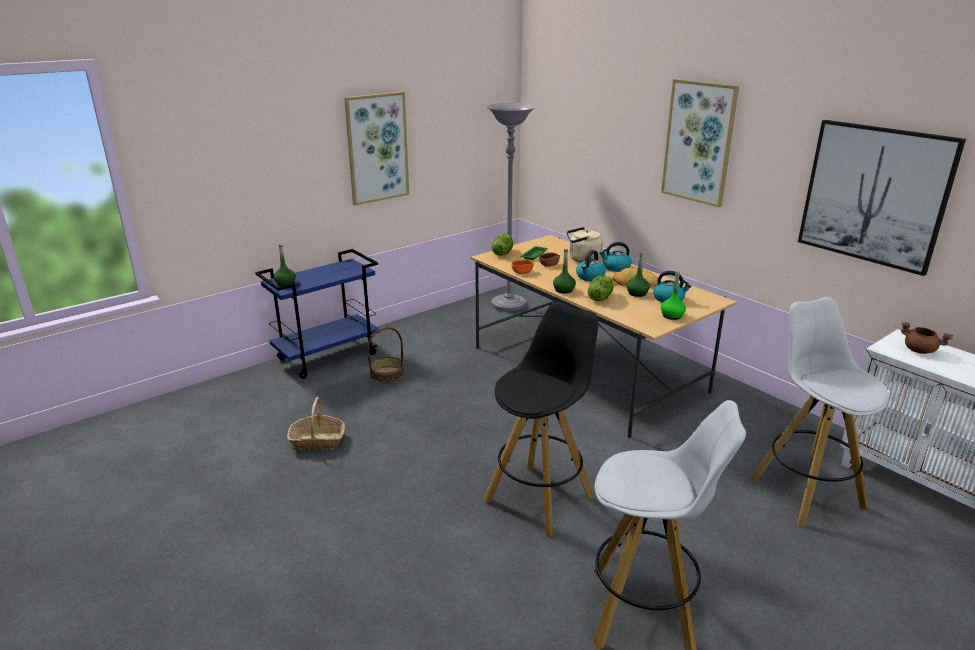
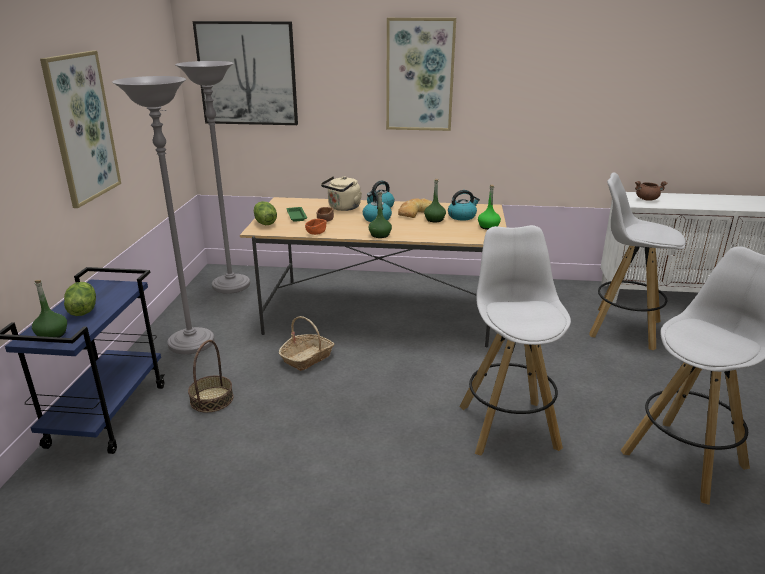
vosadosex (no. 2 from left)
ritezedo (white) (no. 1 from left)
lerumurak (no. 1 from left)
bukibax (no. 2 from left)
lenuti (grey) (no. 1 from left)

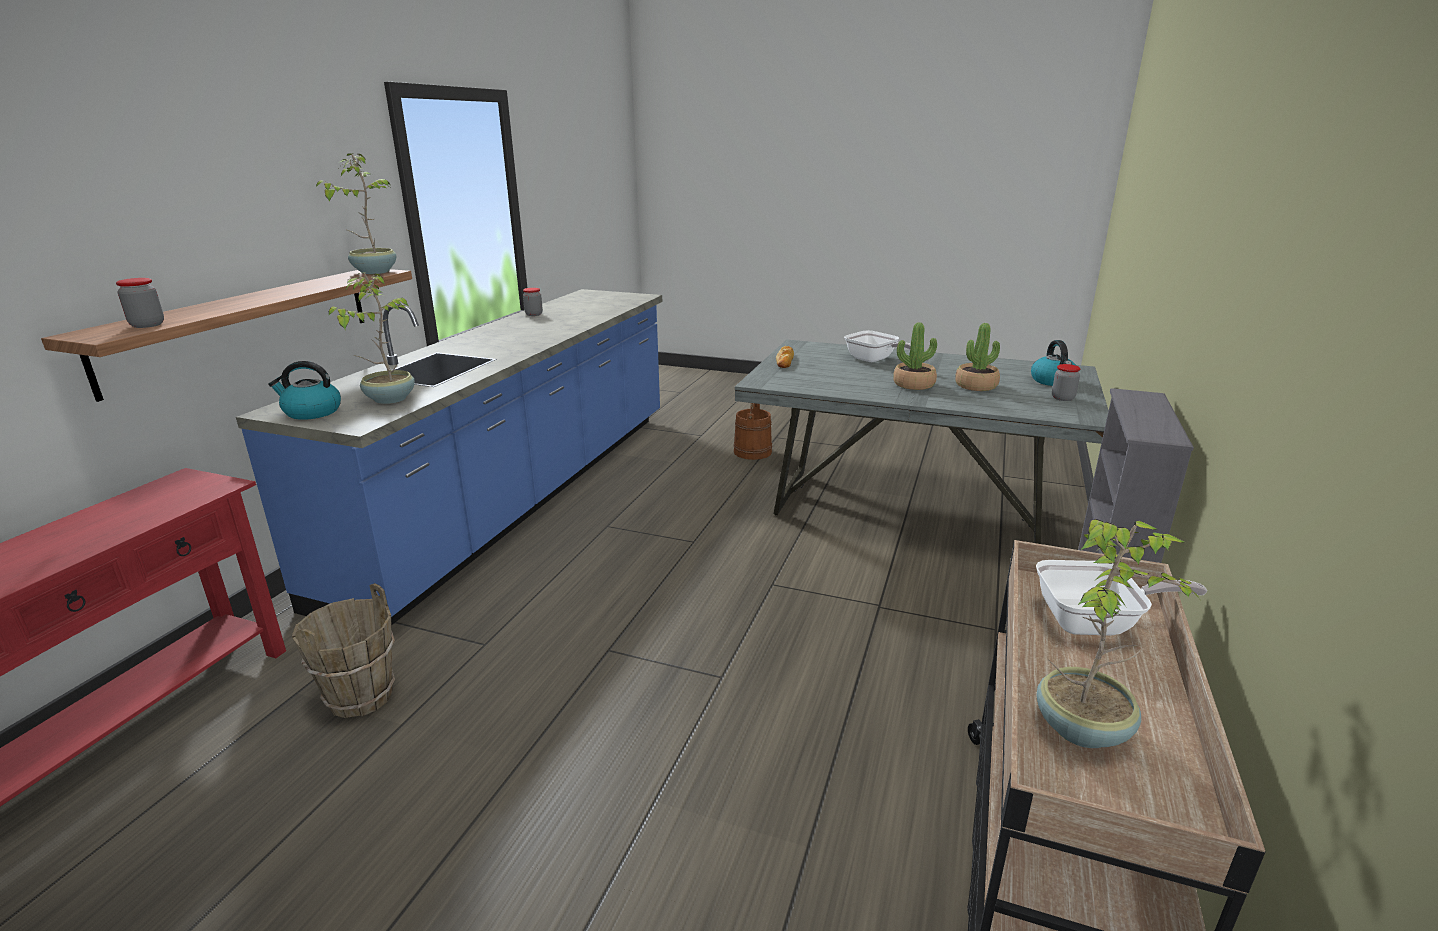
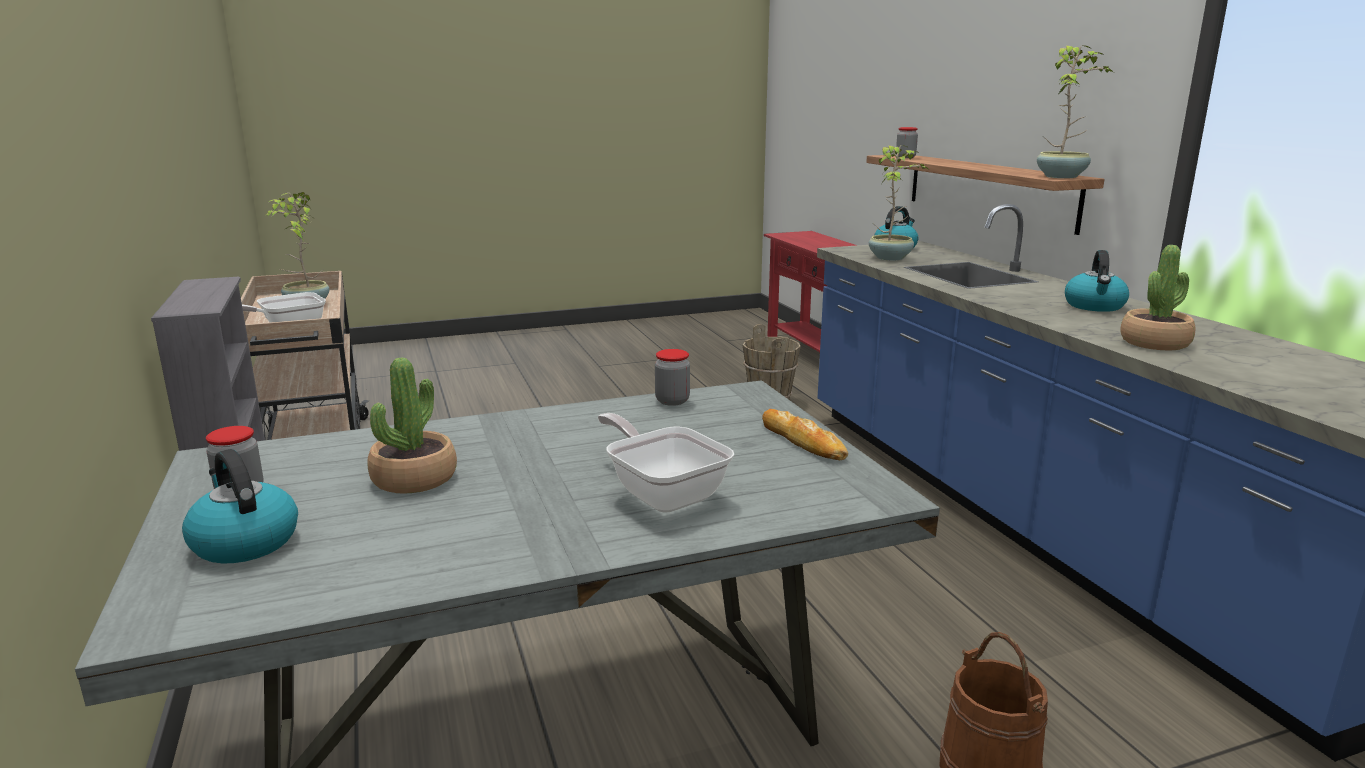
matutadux (no. 2 from left)
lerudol (no. 2 from left)
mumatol (no. 5 from left)
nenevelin (no. 3 from left)

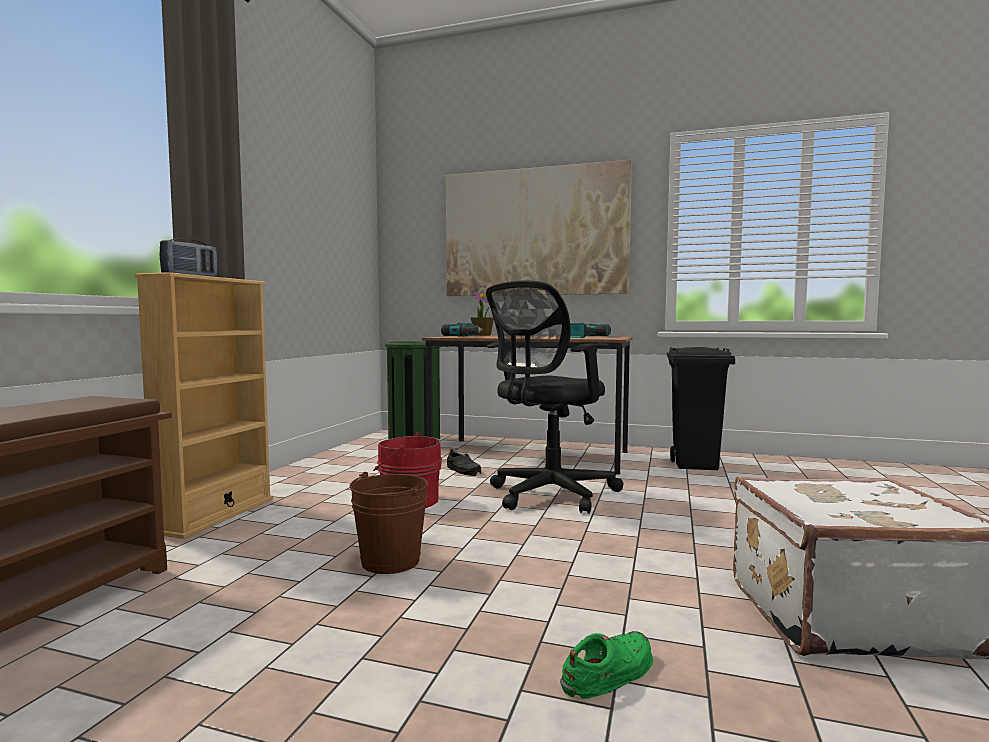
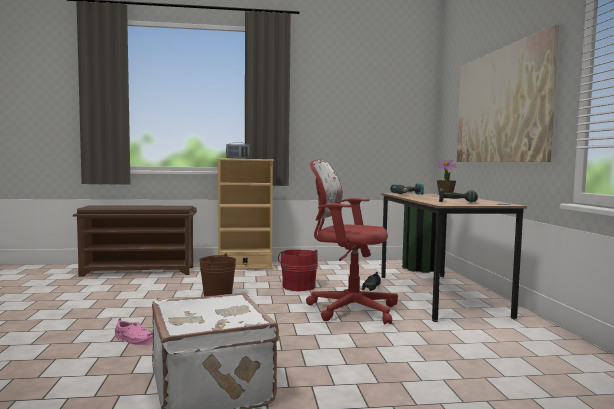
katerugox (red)
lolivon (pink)
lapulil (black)

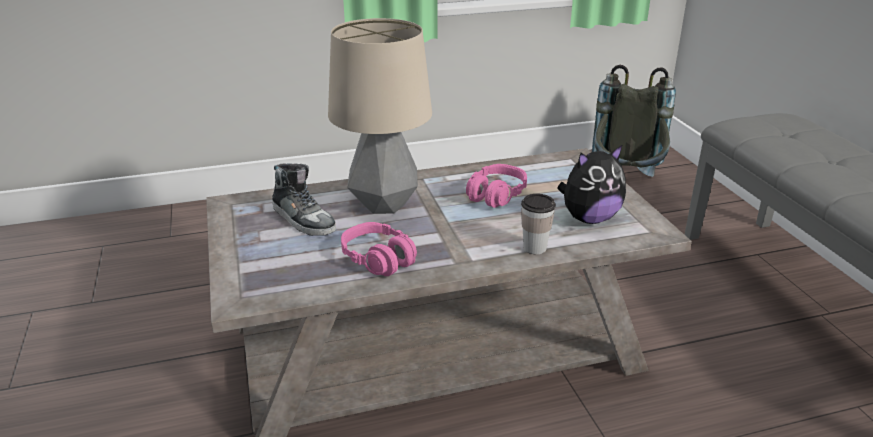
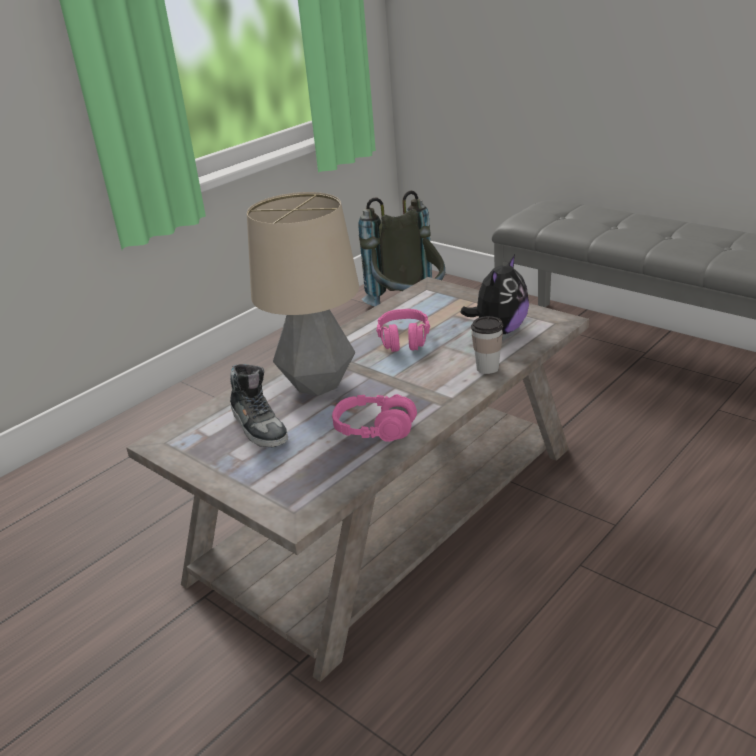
lolivon

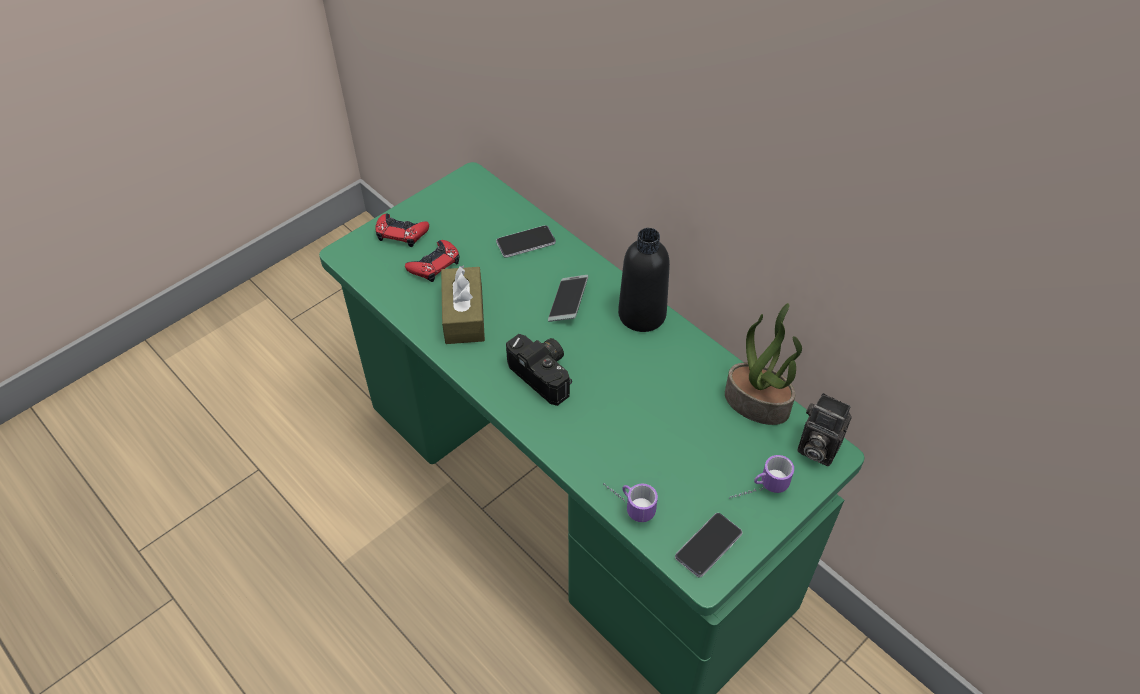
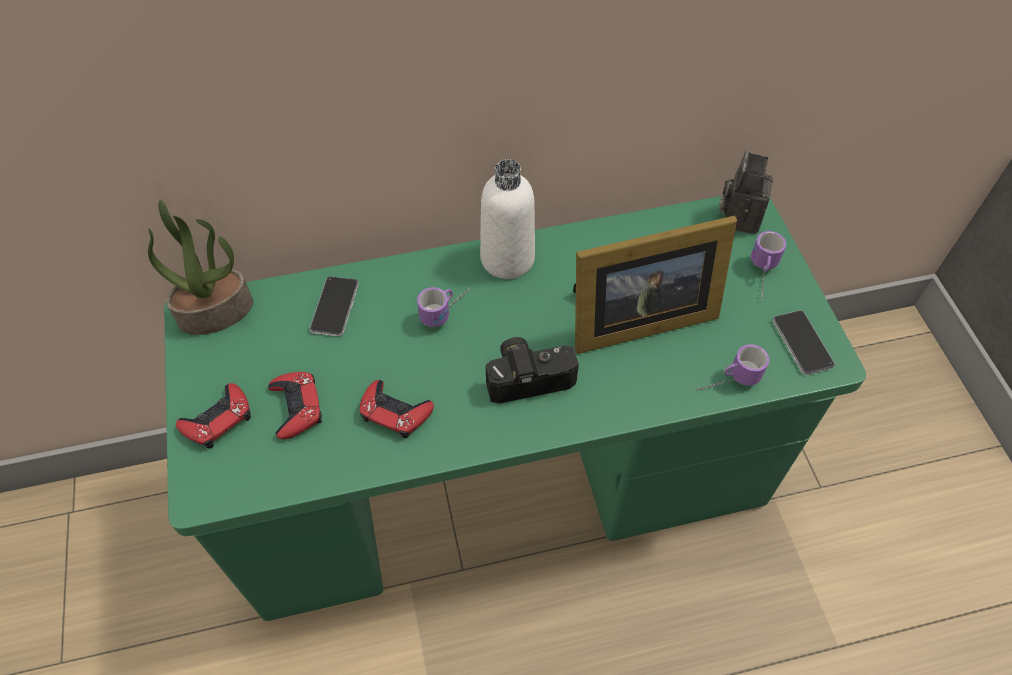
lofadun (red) (no. 3 from left)
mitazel (no. 1 from left)
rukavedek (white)
mumatol
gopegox (no. 2 from left)
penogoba

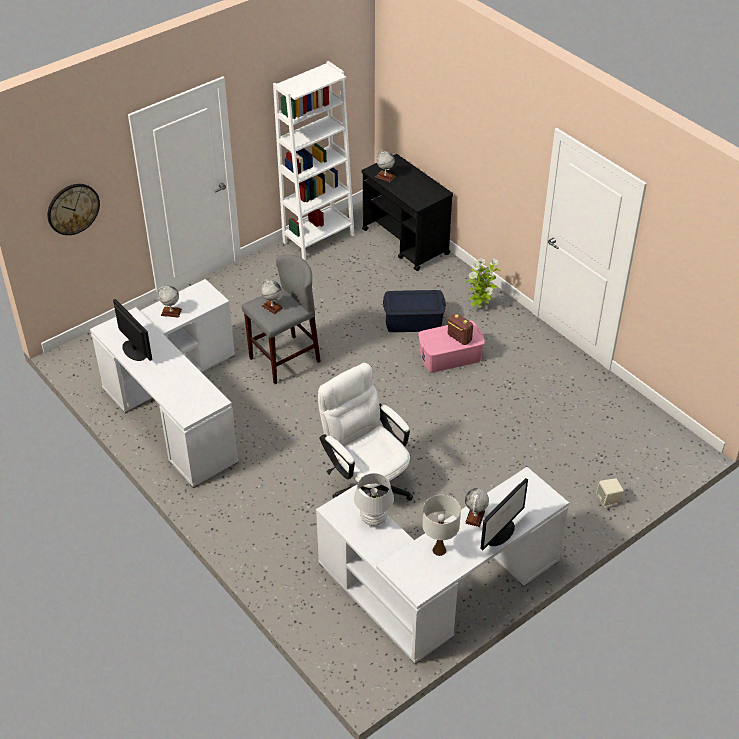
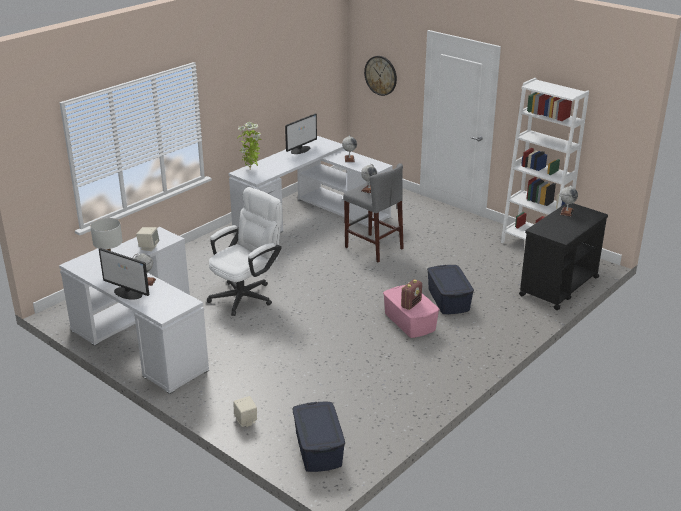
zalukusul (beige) (no. 1 from left)
mumatol
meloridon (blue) (no. 1 from left)

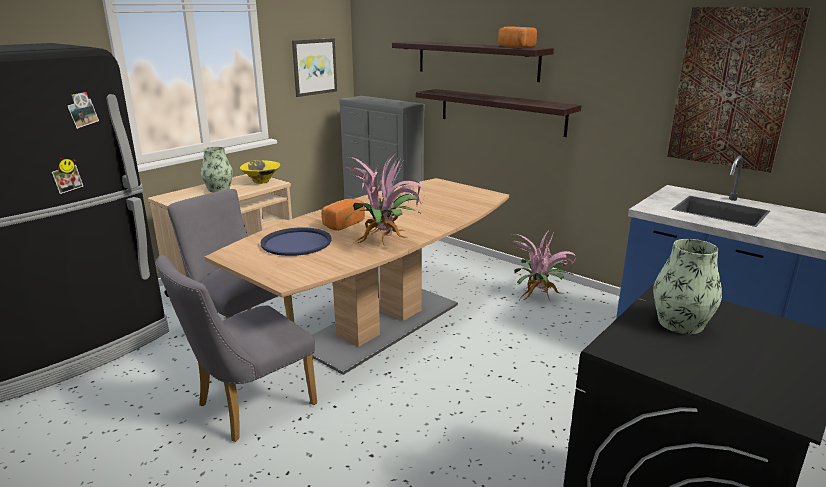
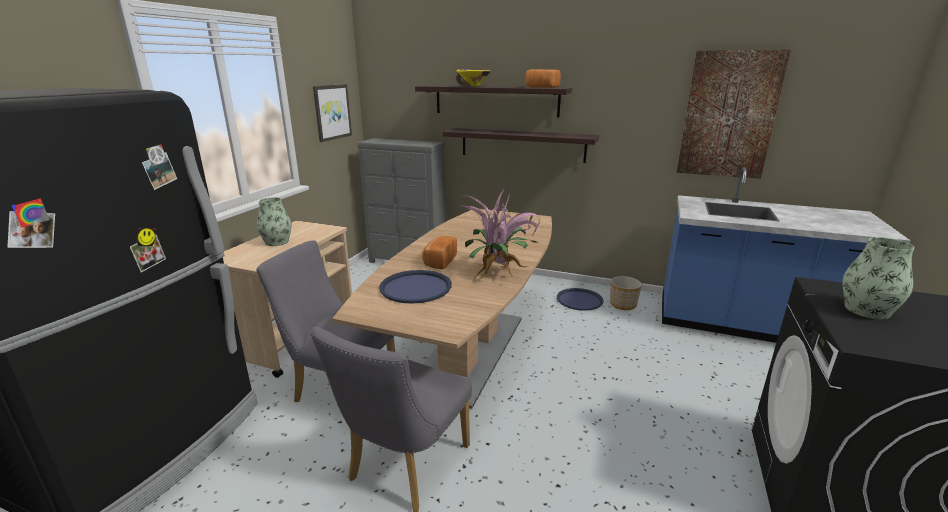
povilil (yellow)
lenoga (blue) (no. 2 from left)
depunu

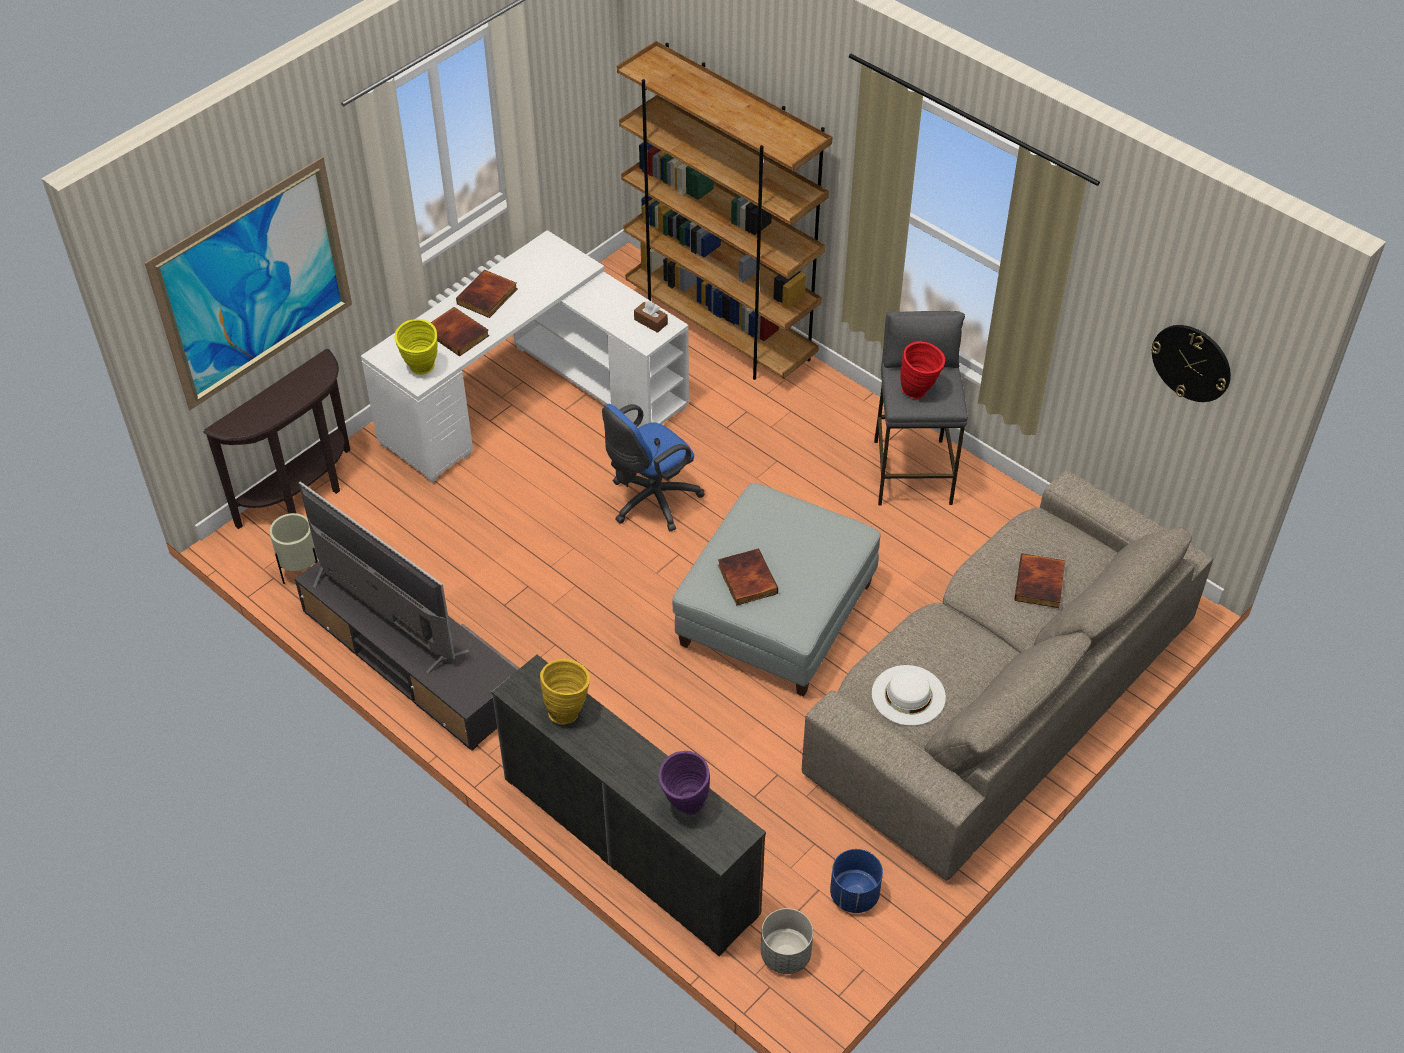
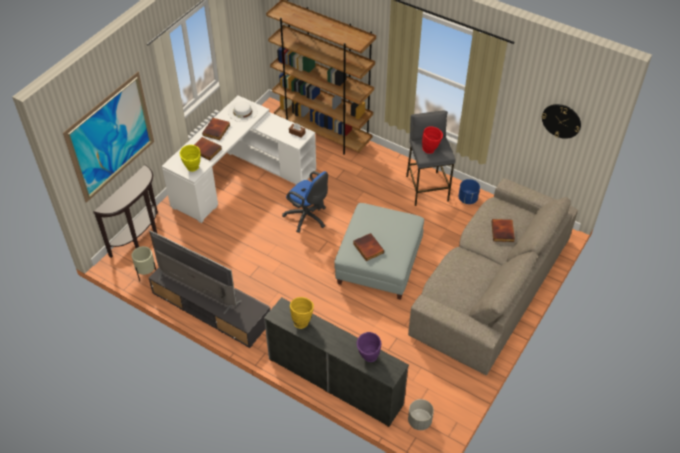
katerugox (blue)
depunu (blue)
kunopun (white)

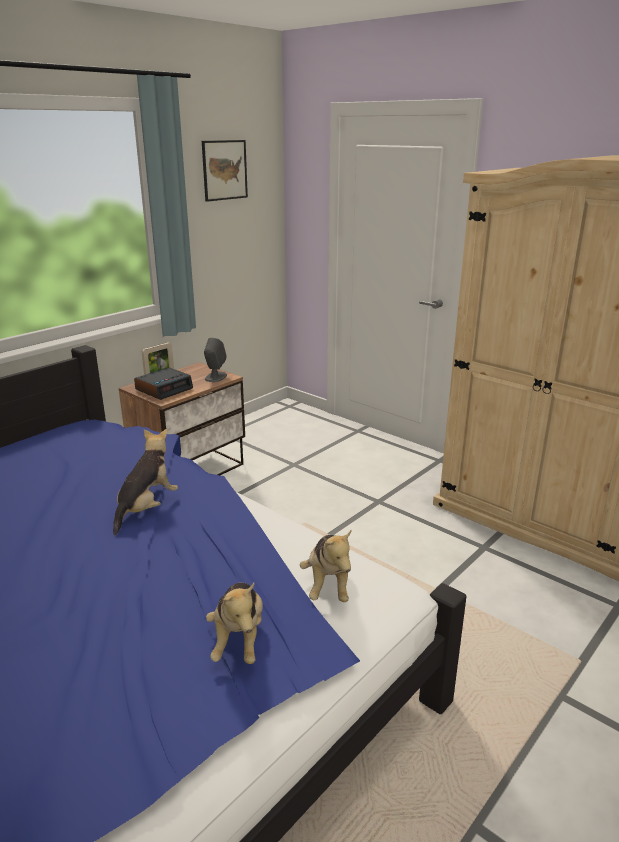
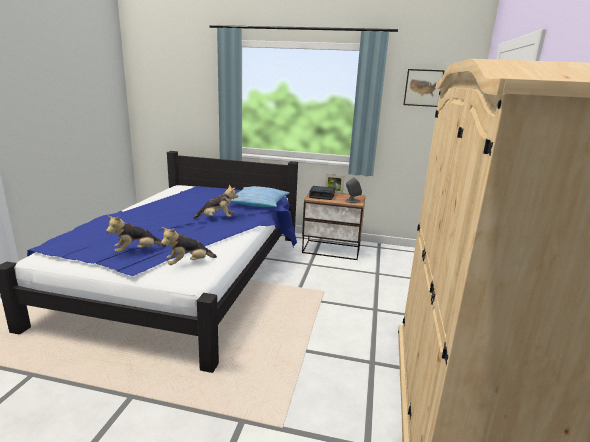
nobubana

